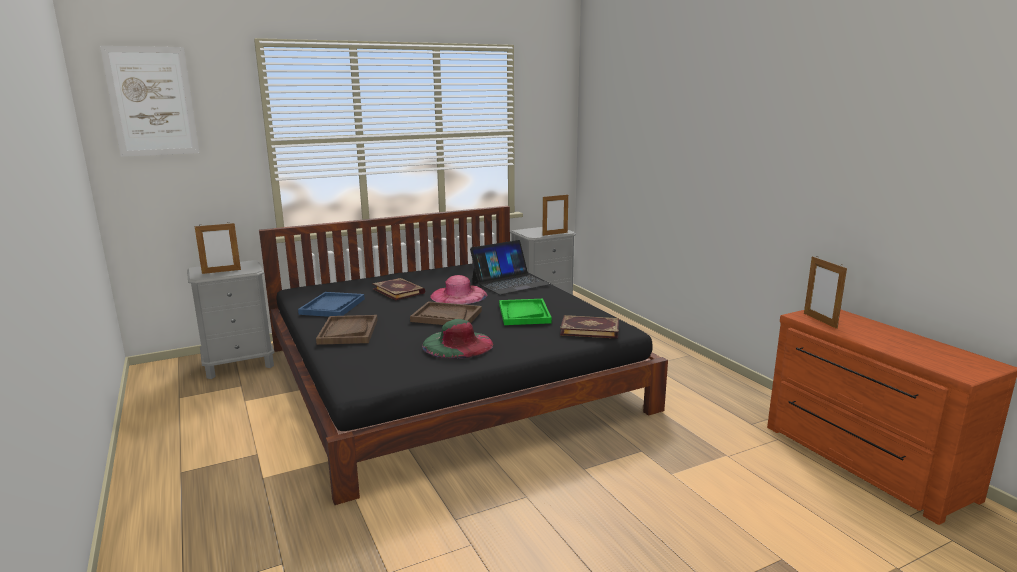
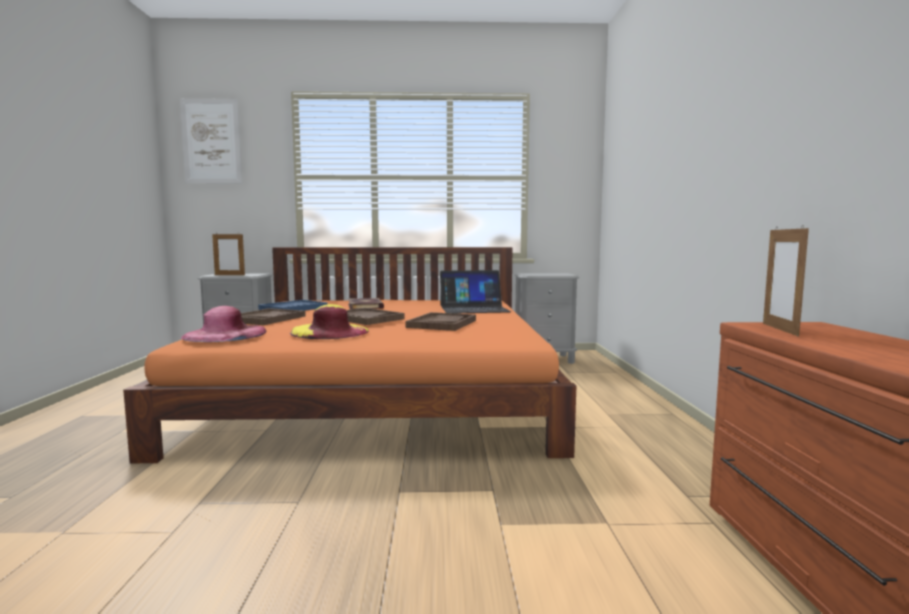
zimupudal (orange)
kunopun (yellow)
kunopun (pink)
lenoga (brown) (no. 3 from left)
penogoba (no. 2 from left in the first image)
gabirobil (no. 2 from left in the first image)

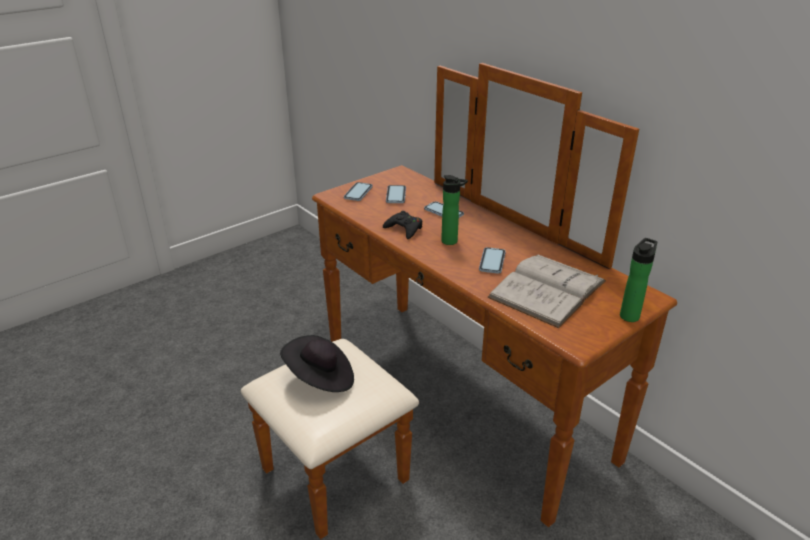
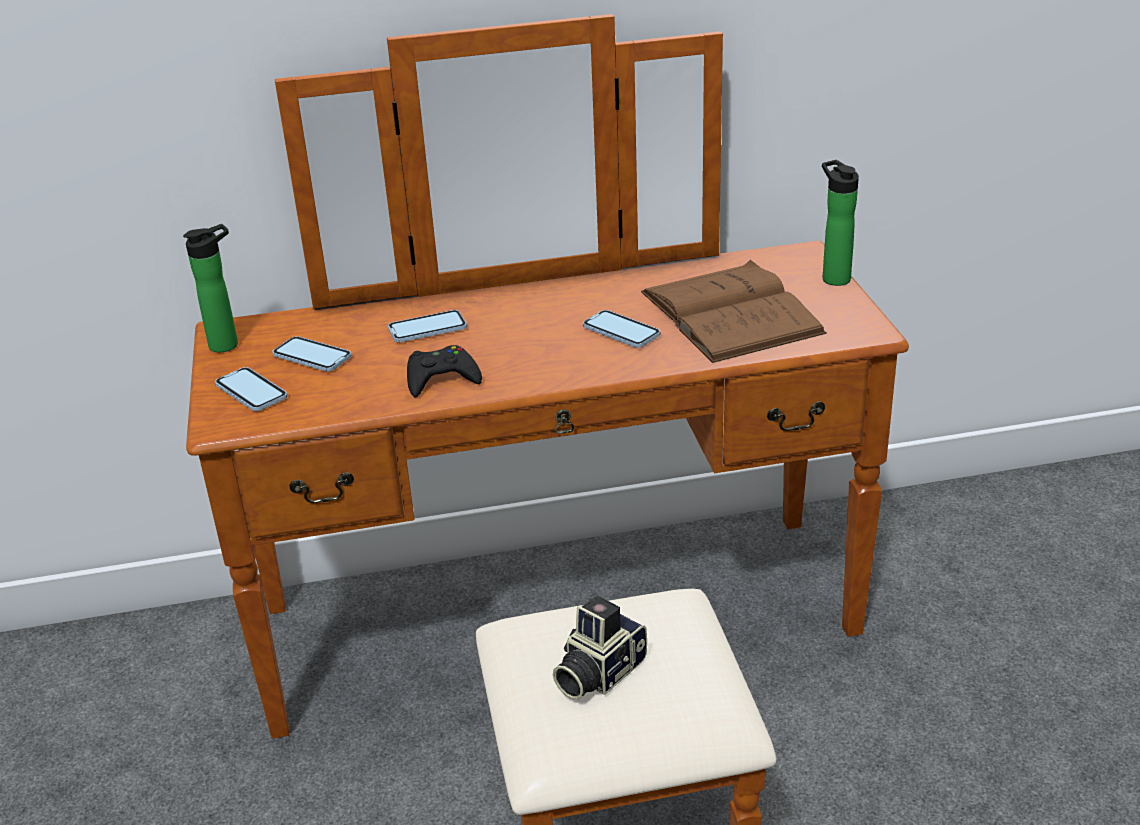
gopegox
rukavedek (no. 1 from left)
gabirobil (brown)

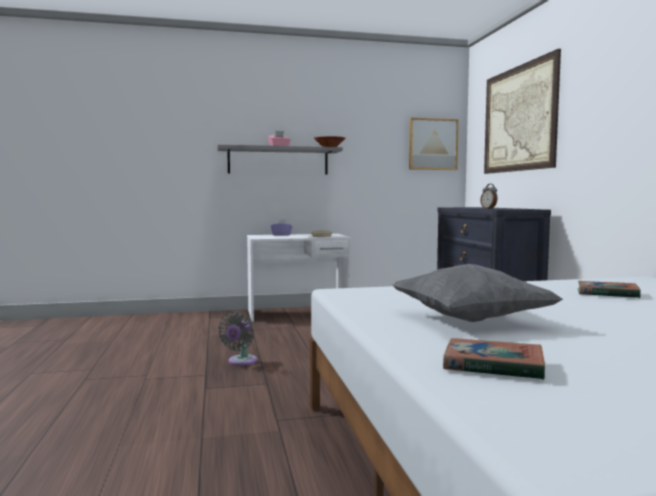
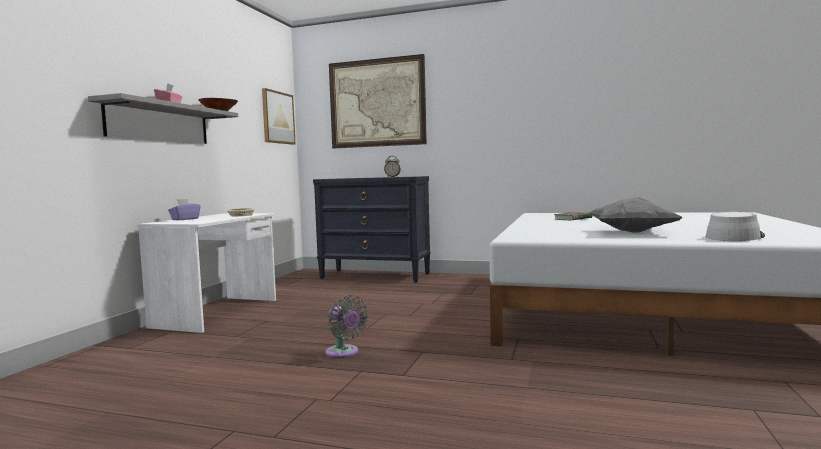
kunopun (grey)

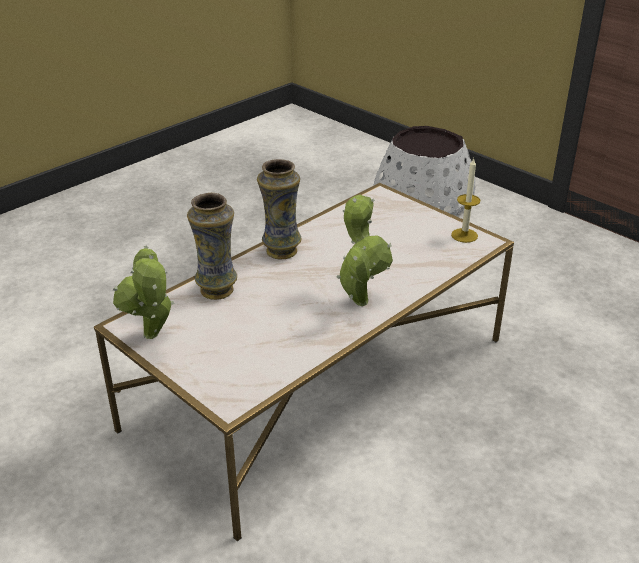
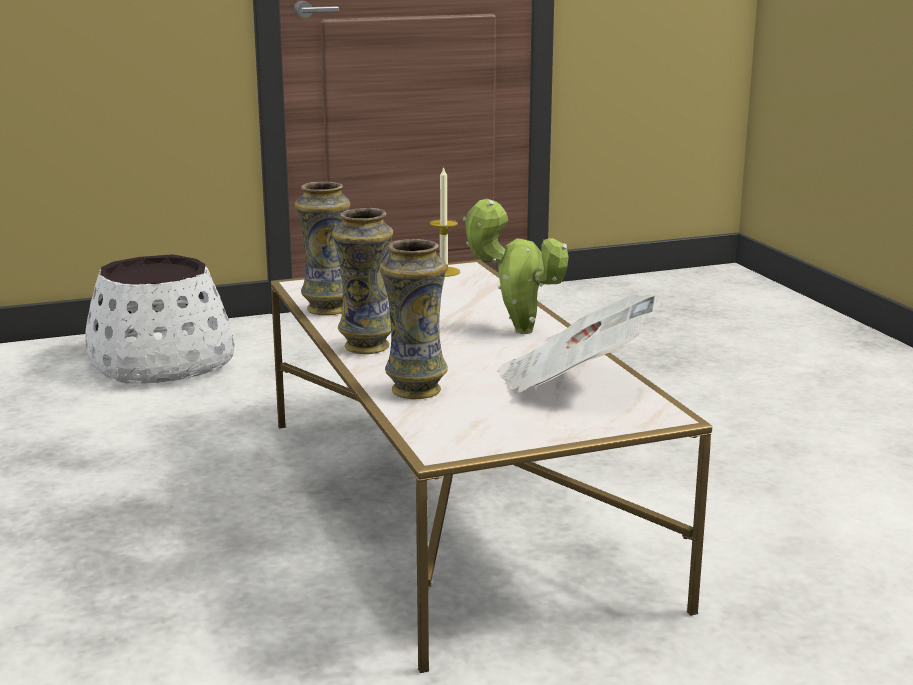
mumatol (no. 1 from left in the first image)
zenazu (no. 1 from left)
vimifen

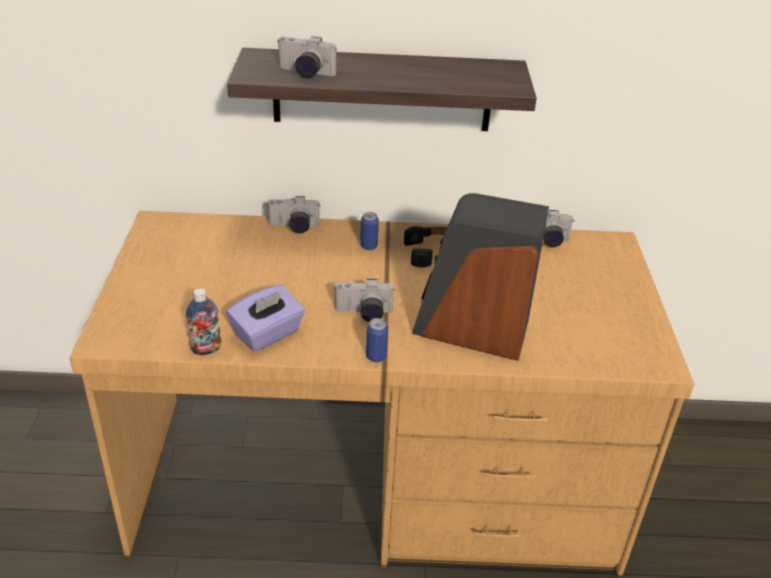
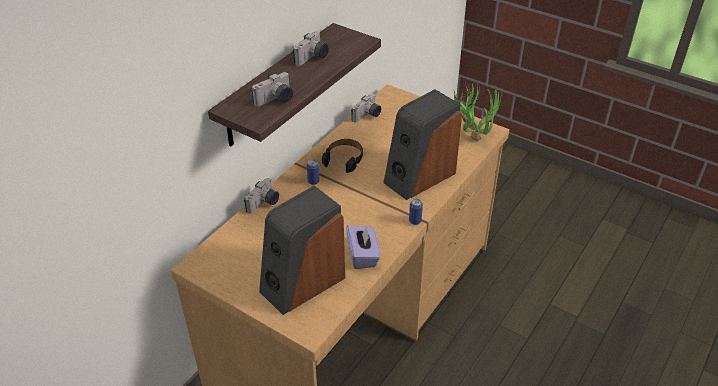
rukavedek
gopegox (no. 3 from left)
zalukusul (no. 1 from left)
mumatol

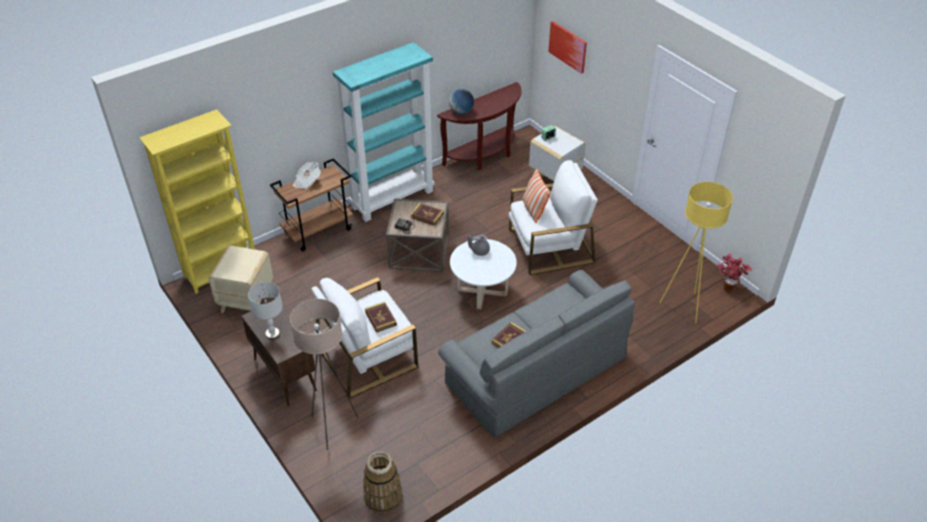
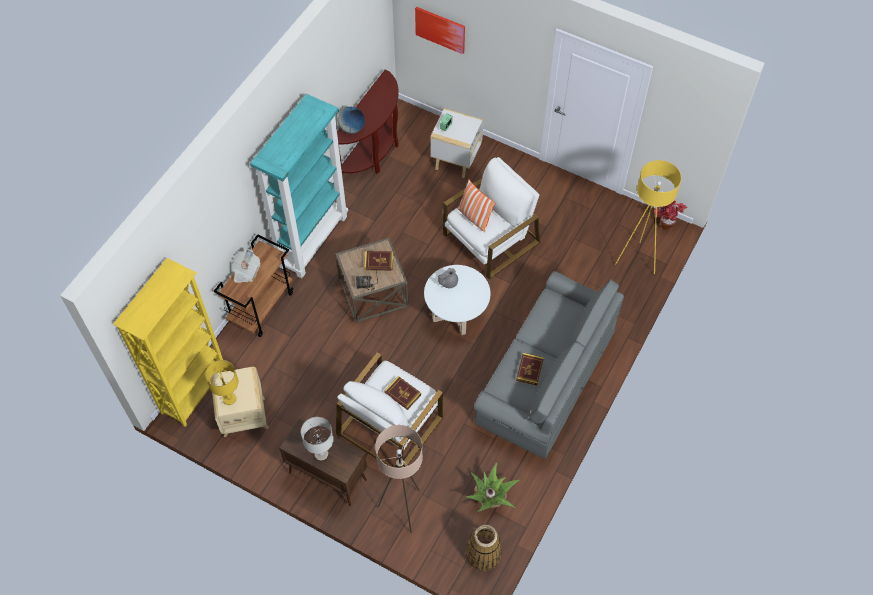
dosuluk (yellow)
mumatol (no. 1 from left)

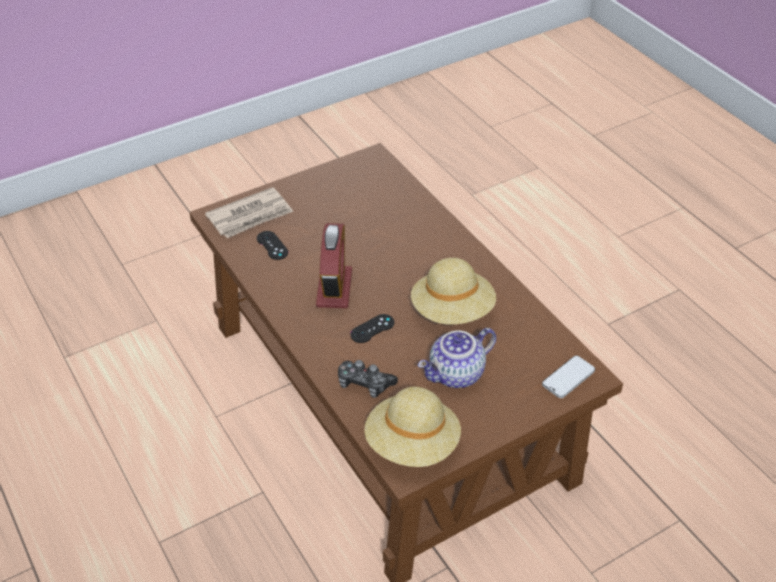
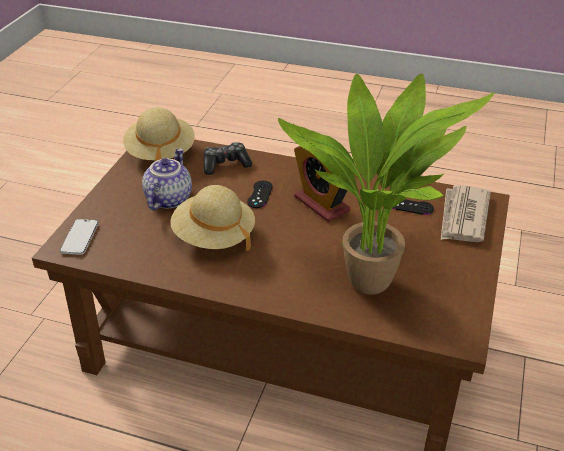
mumatol

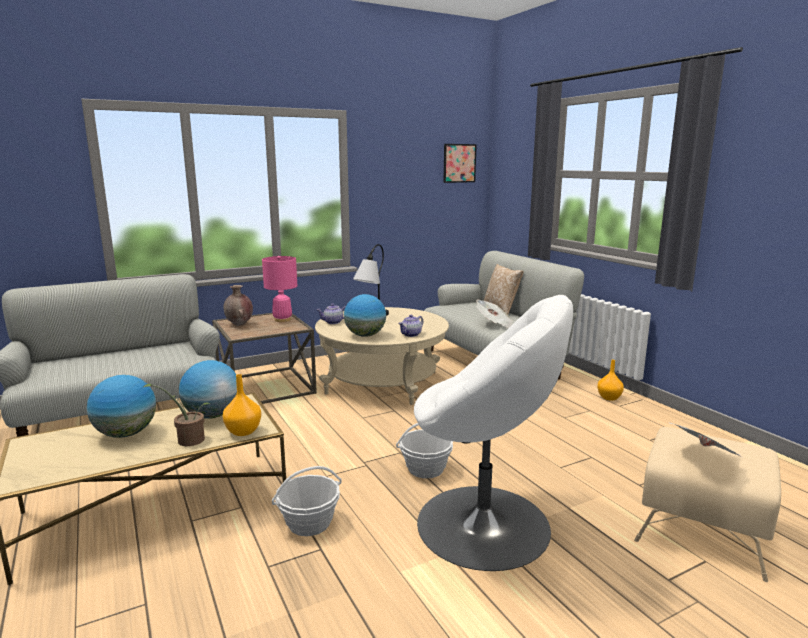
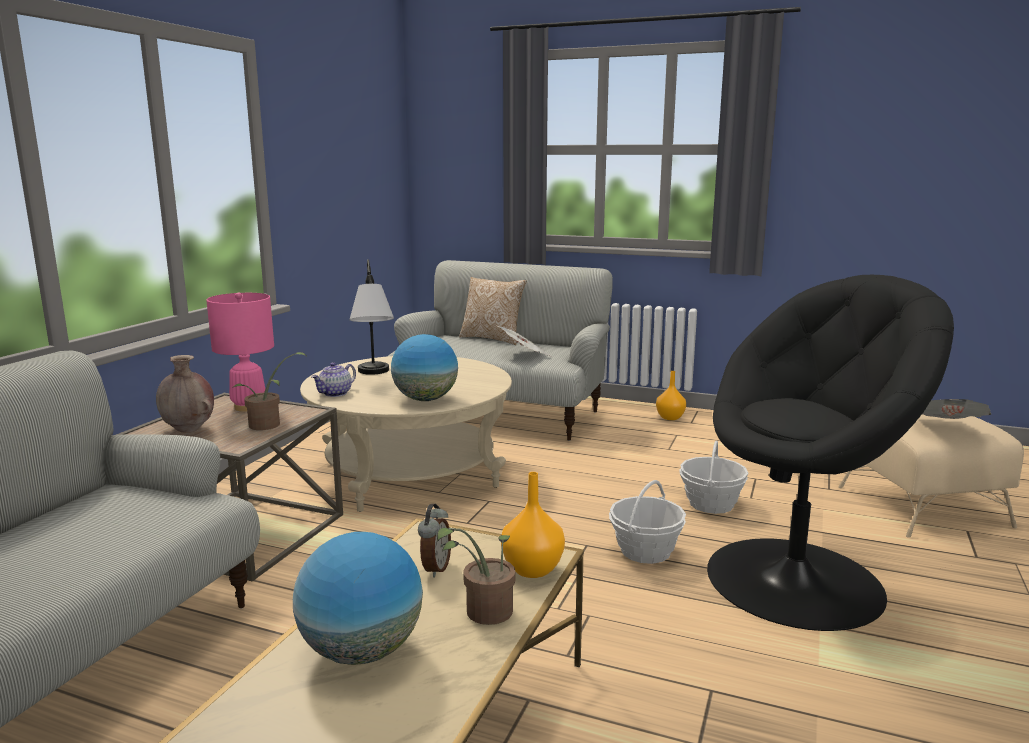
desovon
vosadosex (no. 2 from left)
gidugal (no. 2 from left in the first image)
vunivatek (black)
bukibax
mumatol (no. 1 from left)

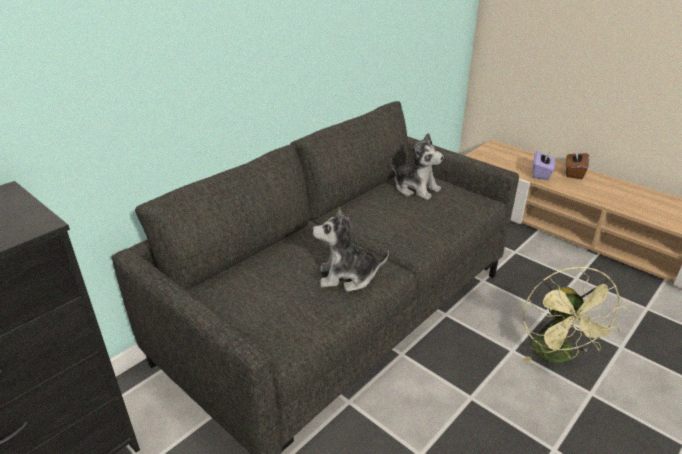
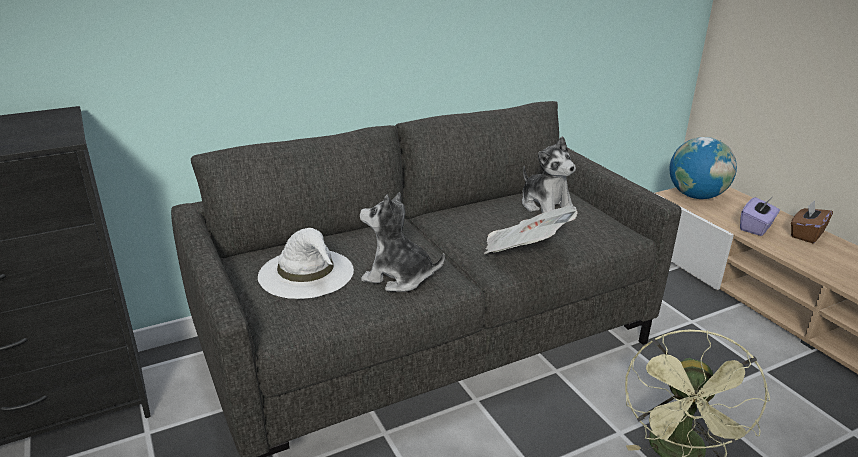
kunopun (white)
vimifen
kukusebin

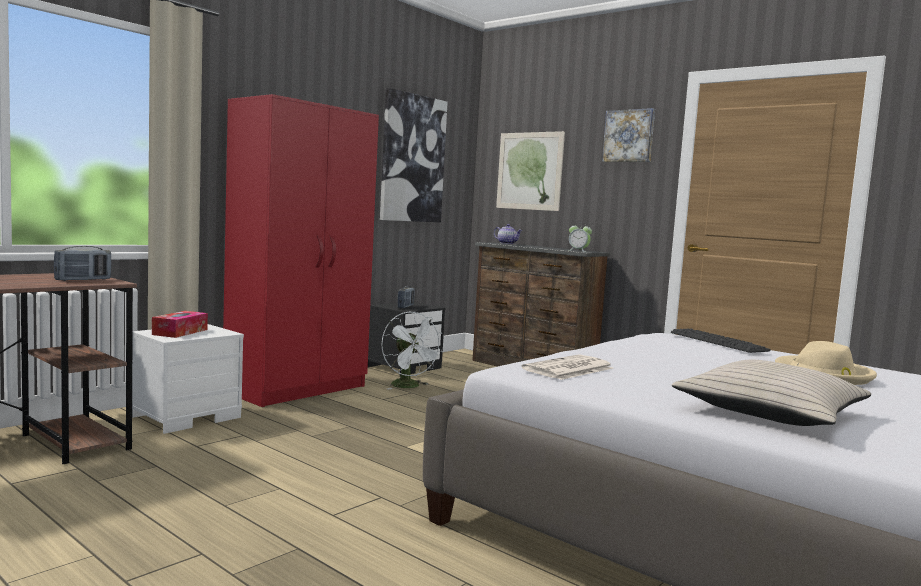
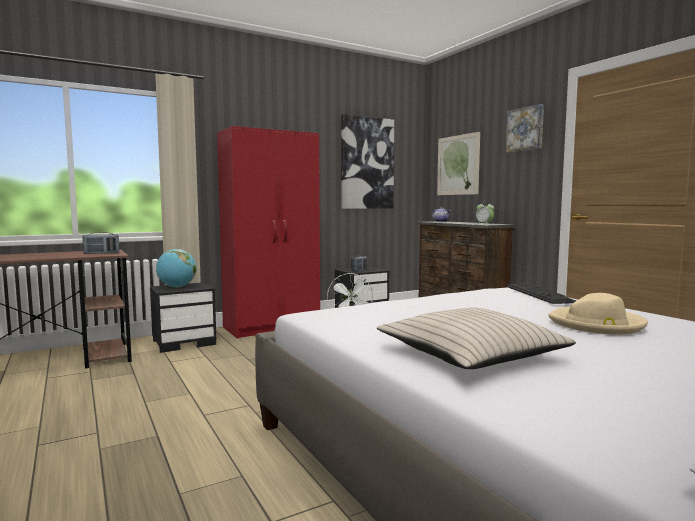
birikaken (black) (no. 1 from left)
kukusebin
vimifen

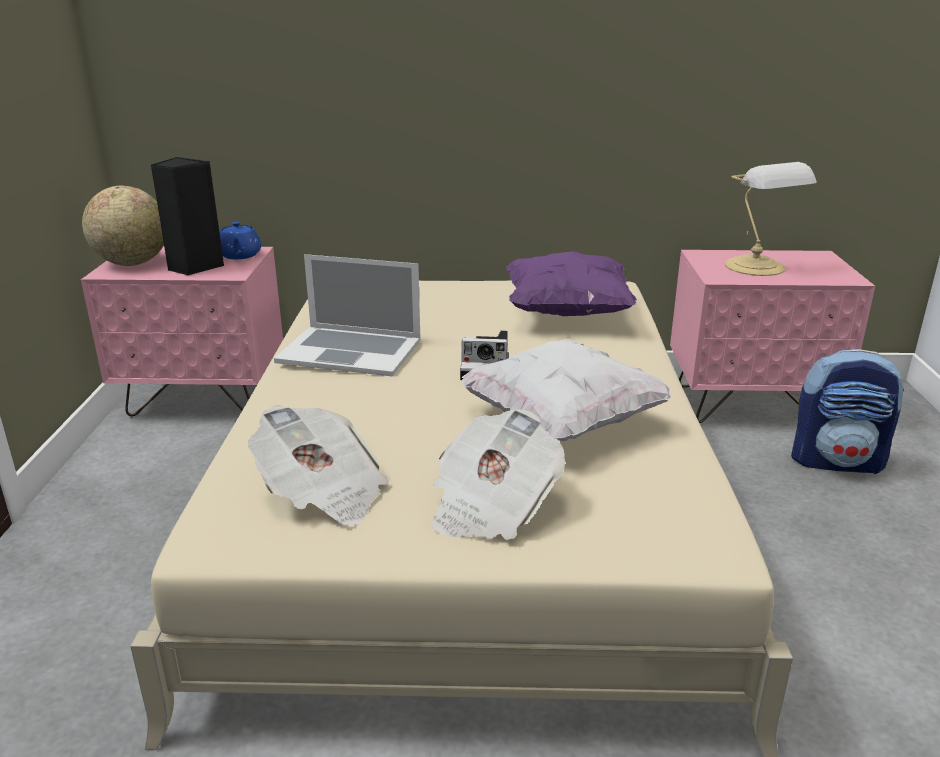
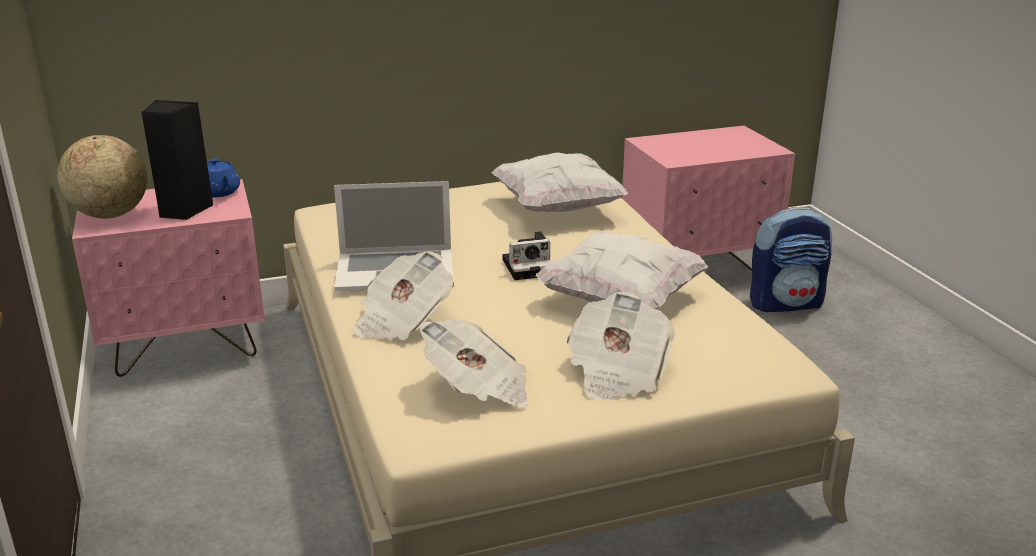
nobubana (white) (no. 1 from left)
dosuluk
vimifen (no. 1 from left)

